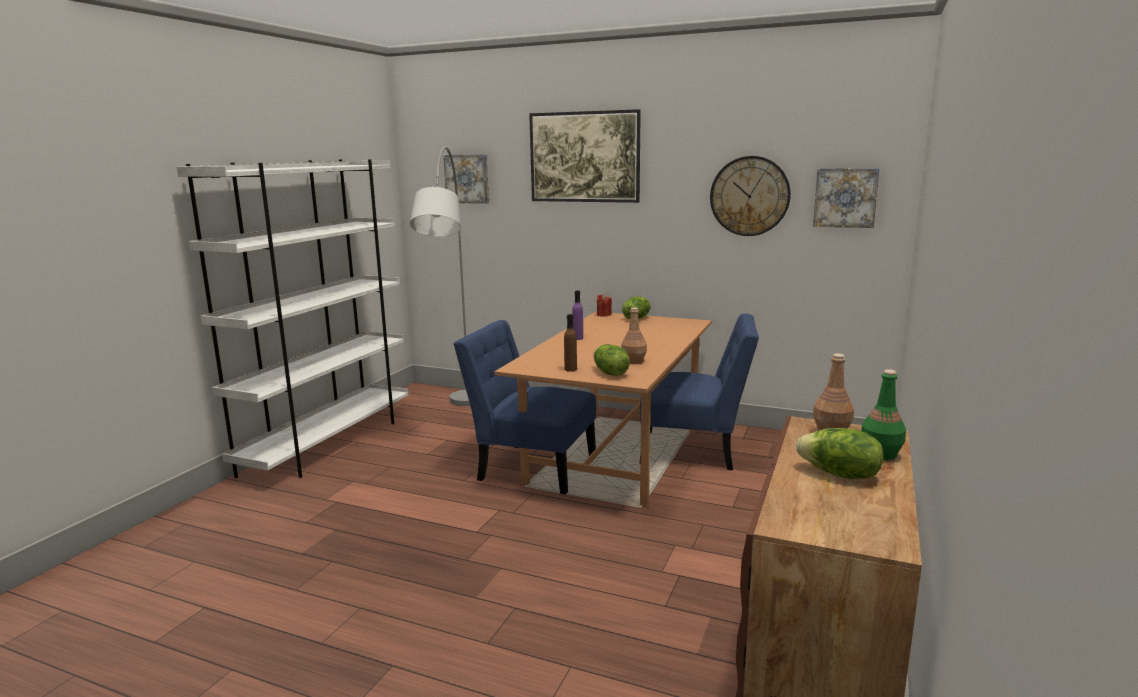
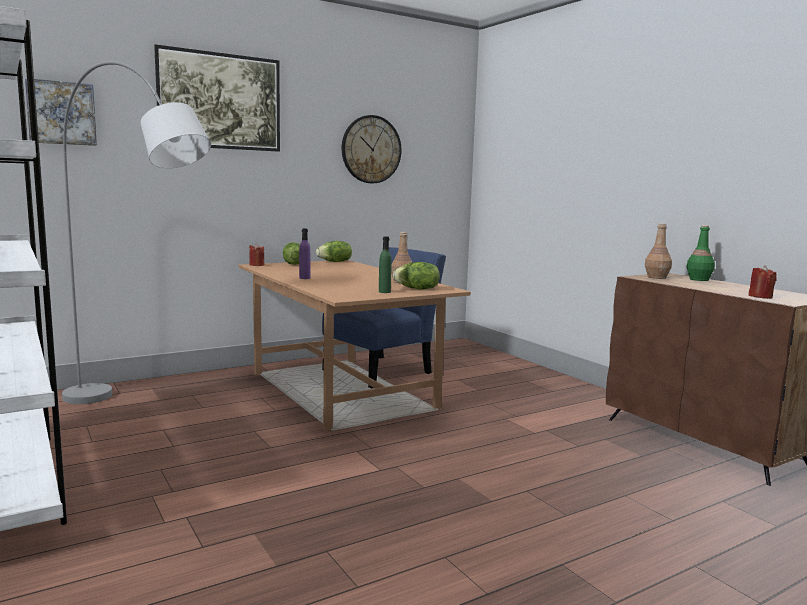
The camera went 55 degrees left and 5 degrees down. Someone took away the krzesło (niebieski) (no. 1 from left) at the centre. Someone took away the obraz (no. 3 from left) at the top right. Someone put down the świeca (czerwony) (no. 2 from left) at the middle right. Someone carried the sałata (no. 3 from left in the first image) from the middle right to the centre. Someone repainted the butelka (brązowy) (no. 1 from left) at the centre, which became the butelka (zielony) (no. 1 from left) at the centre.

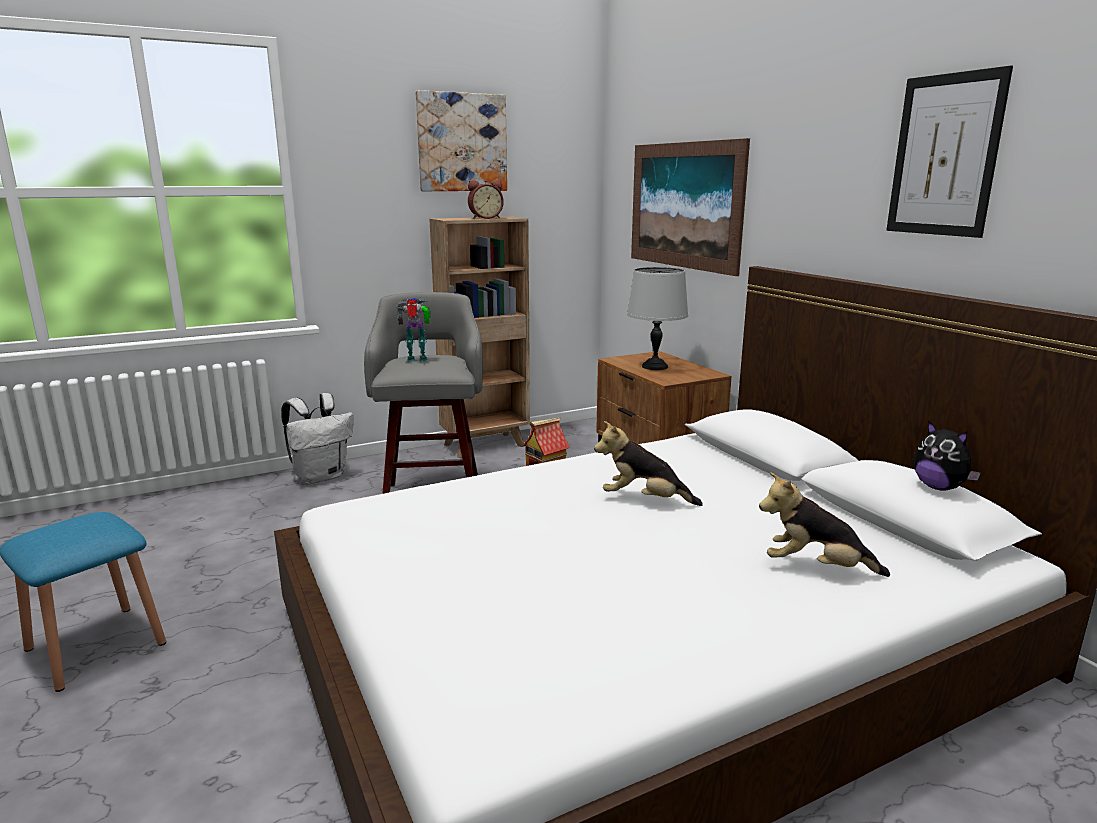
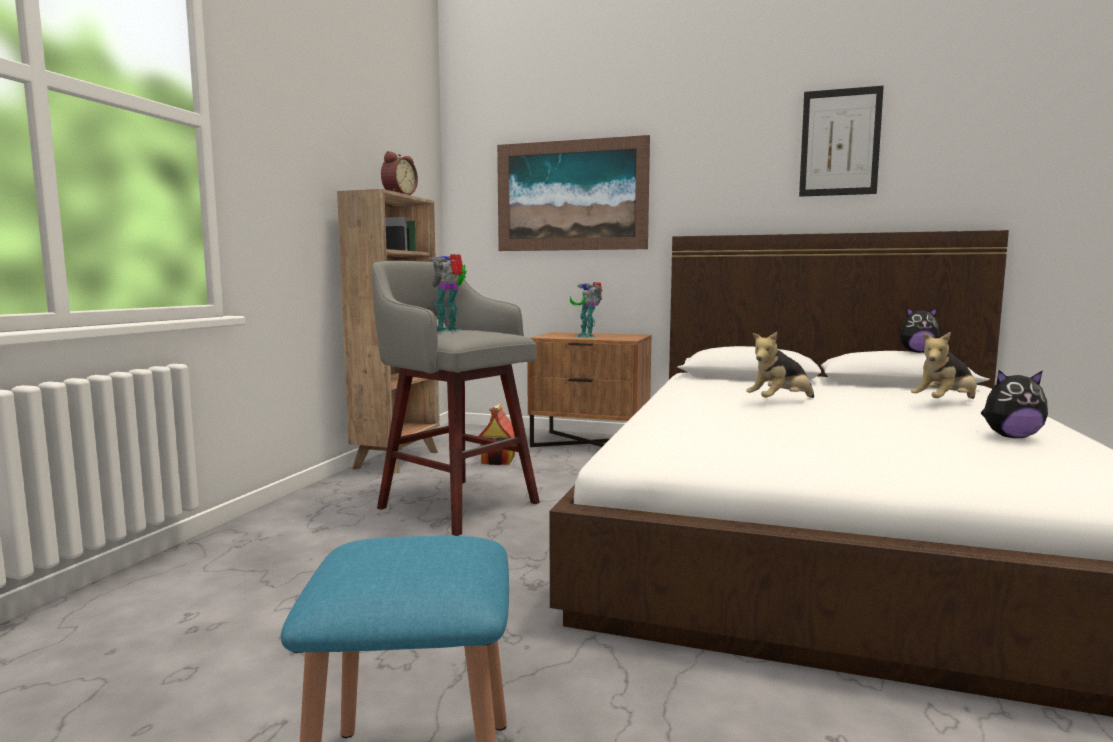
The camera went 45 degrees left and 10 degrees down. Someone took away the plecak (biały) at the middle left. Someone took away the obraz (no. 1 from left) at the top centre. Someone put down the pluszak (no. 4 from left) at the middle right. Someone swapped the lampa stołowa (szary) at the centre for the robot zabawkowy (no. 2 from left) at the centre.

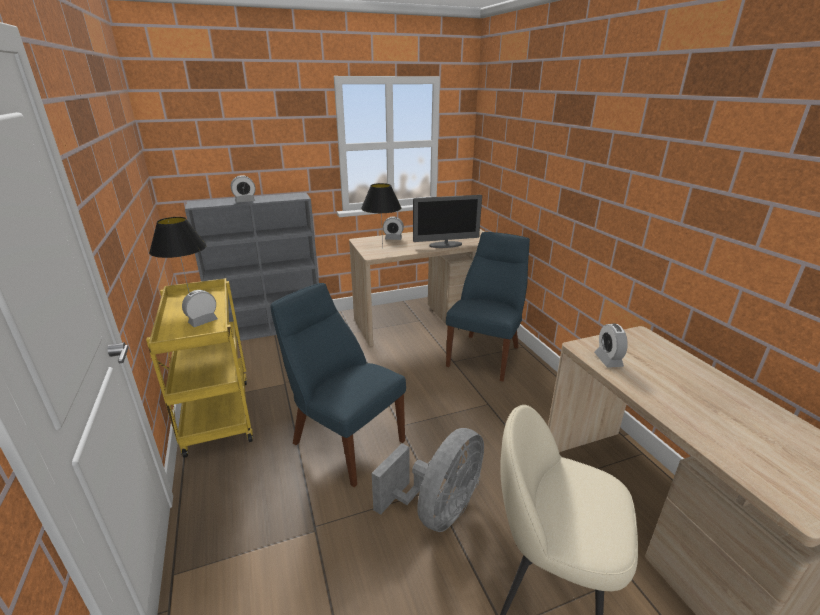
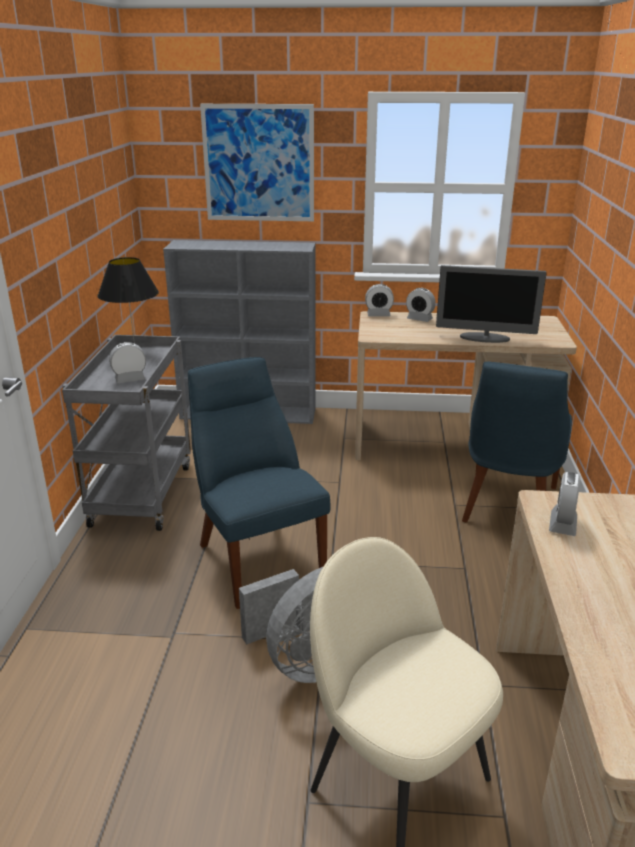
The camera went 25 degrees right and 0 degrees up. Someone took away the lampa stołowa (czarny) (no. 2 from left) at the centre. Someone put up the obraz at the top centre. Someone carried the budzik (no. 2 from left) from the top left to the centre. Someone repainted the wózek (żółty) at the middle left, which became the wózek (szary) at the middle left. Someone rotated the krzesło (niebieski) (no. 2 from left) at the centre by 150 degrees clockwise.

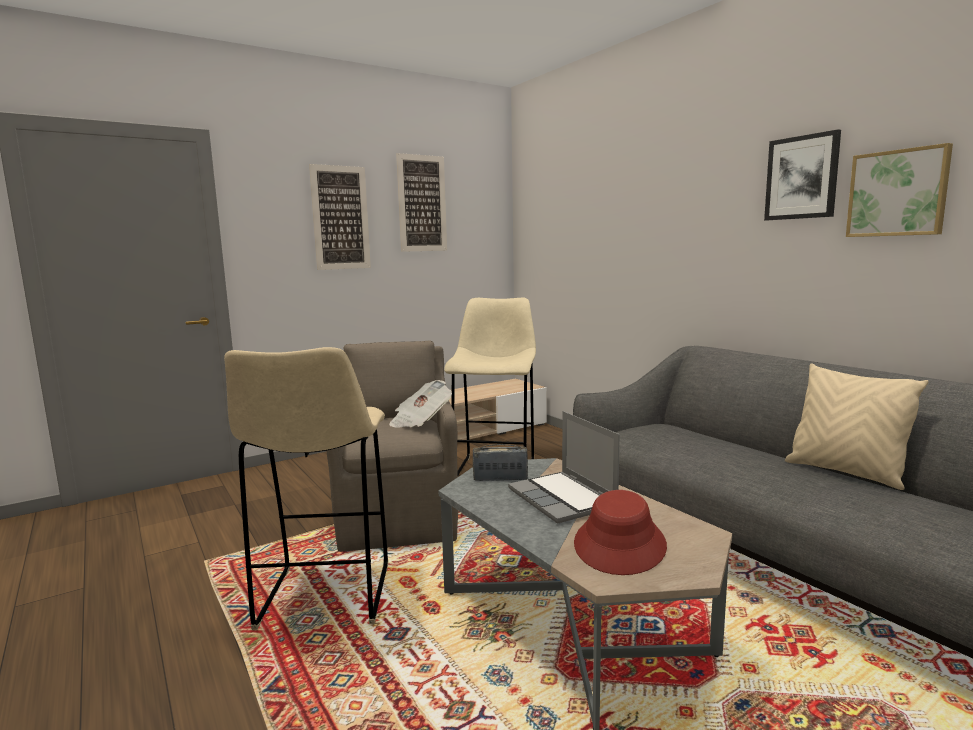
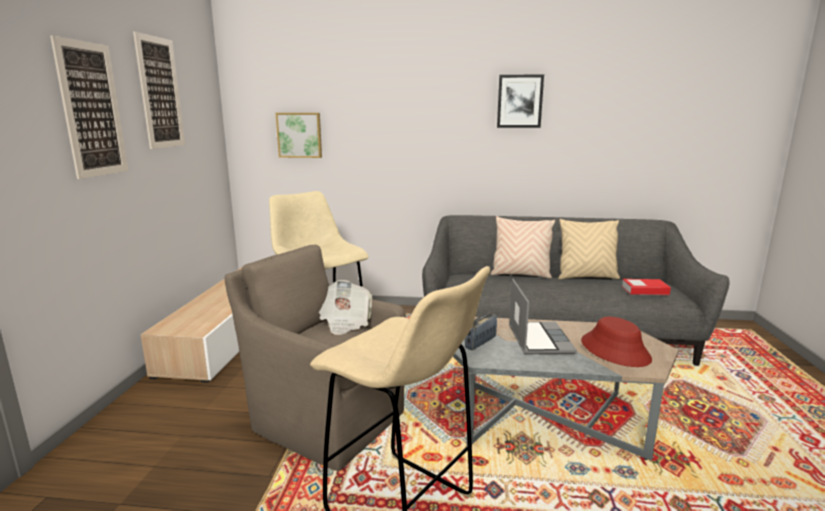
The camera went 50 degrees left and 5 degrees up. Someone put down the poduszka (beżowy) (no. 1 from left) at the centre. Someone put down the książka at the middle right. Someone carried the obraz (no. 4 from left in the first image) from the top right to the top centre. Someone rotated the laptop at the centre by 105 degrees counterclockwise.

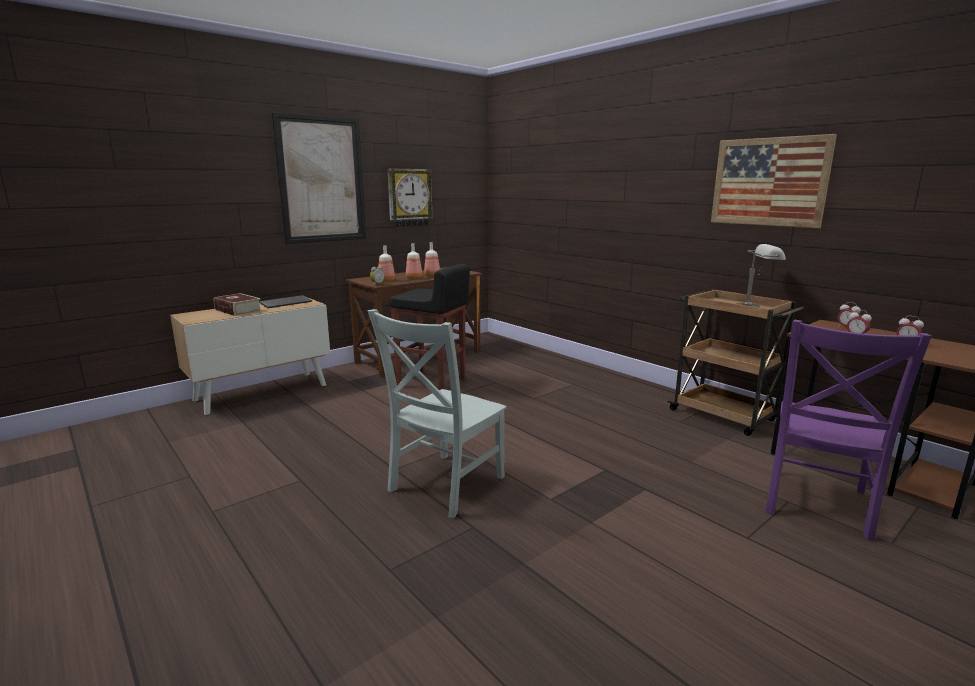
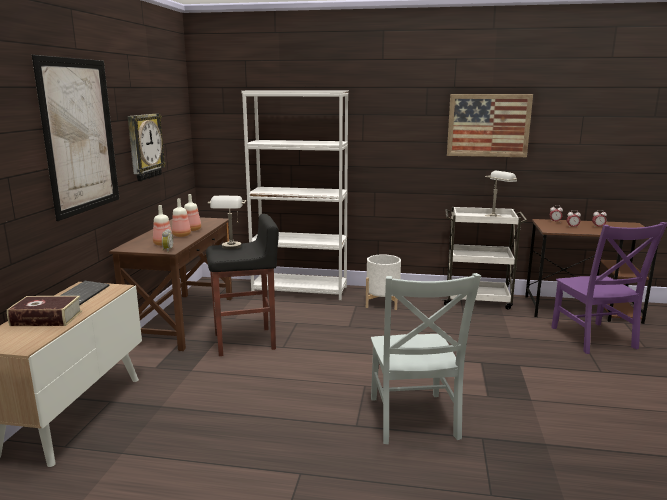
The camera went 40 degrees left and 0 degrees up. Someone put down the lampa stołowa (szary) (no. 1 from left) at the centre. Someone put down the regał (biały) at the centre. Someone put down the donica (biały) at the centre. Someone repainted the wózek (brązowy) at the middle right, which became the wózek (biały) at the middle right.

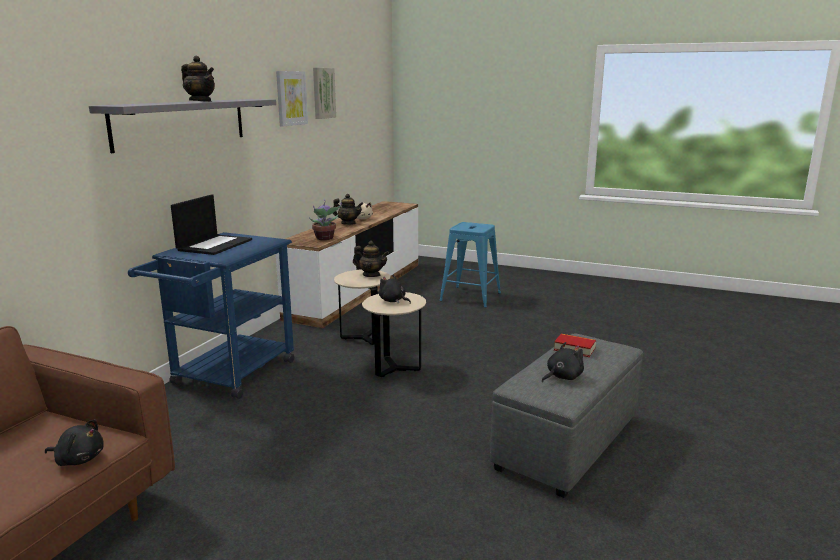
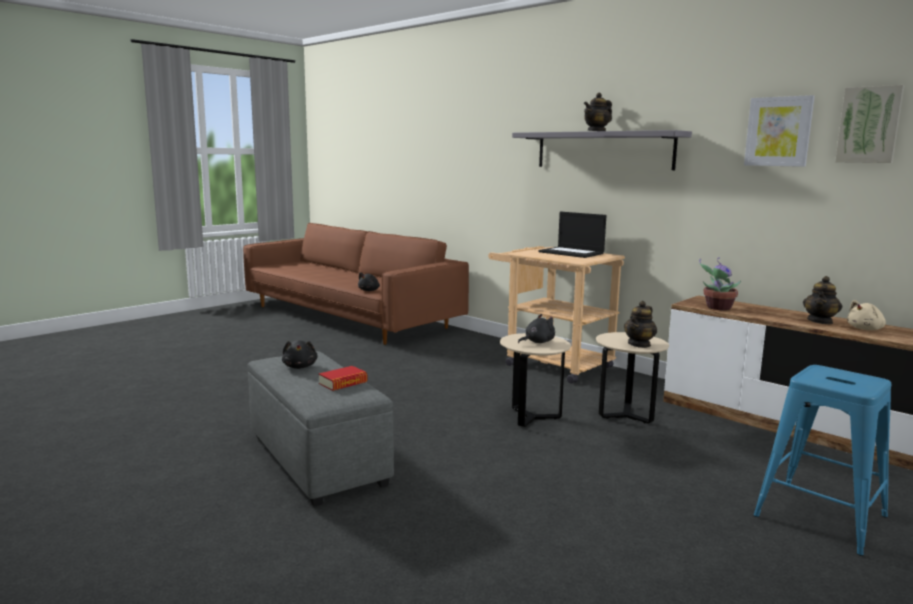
The camera went 110 degrees right and 5 degrees down. Someone repainted the wózek (niebieski) at the middle left, which became the wózek (beżowy) at the centre.

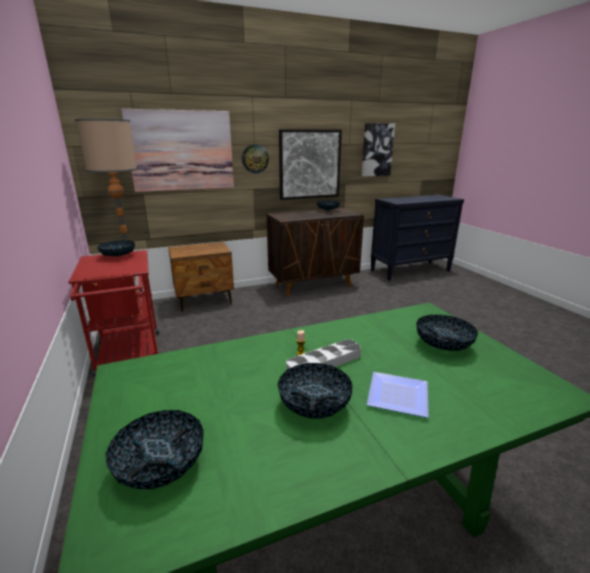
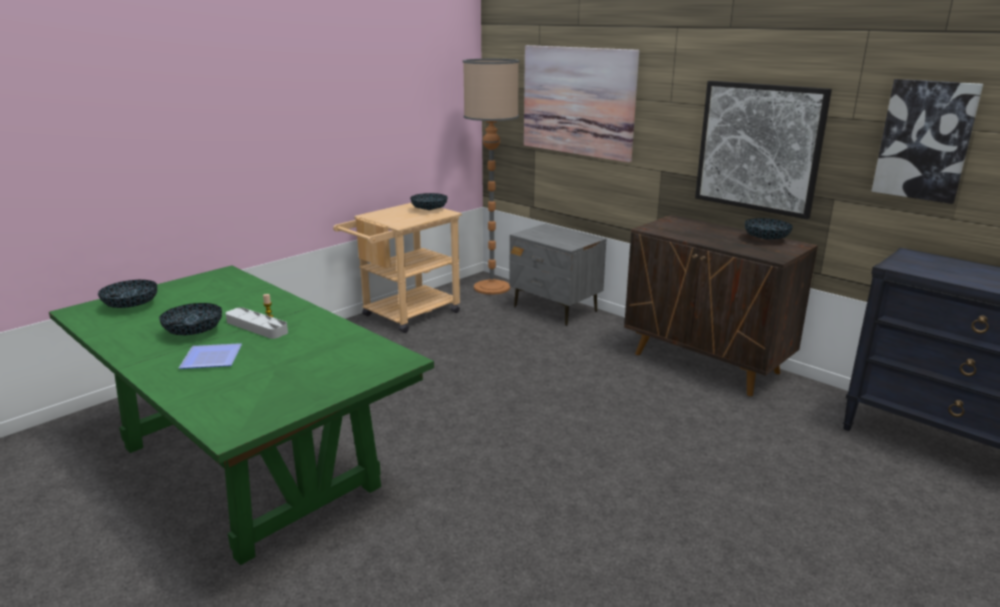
The camera went 65 degrees right and 0 degrees up. Someone took away the zegar ścienny at the top centre. Someone took away the miska (no. 5 from left) at the middle right. Someone repainted the wózek (czerwony) at the middle left, which became the wózek (beżowy) at the centre. Someone repainted the szafka nocna (brązowy) at the centre, which became the szafka nocna (szary) at the centre.

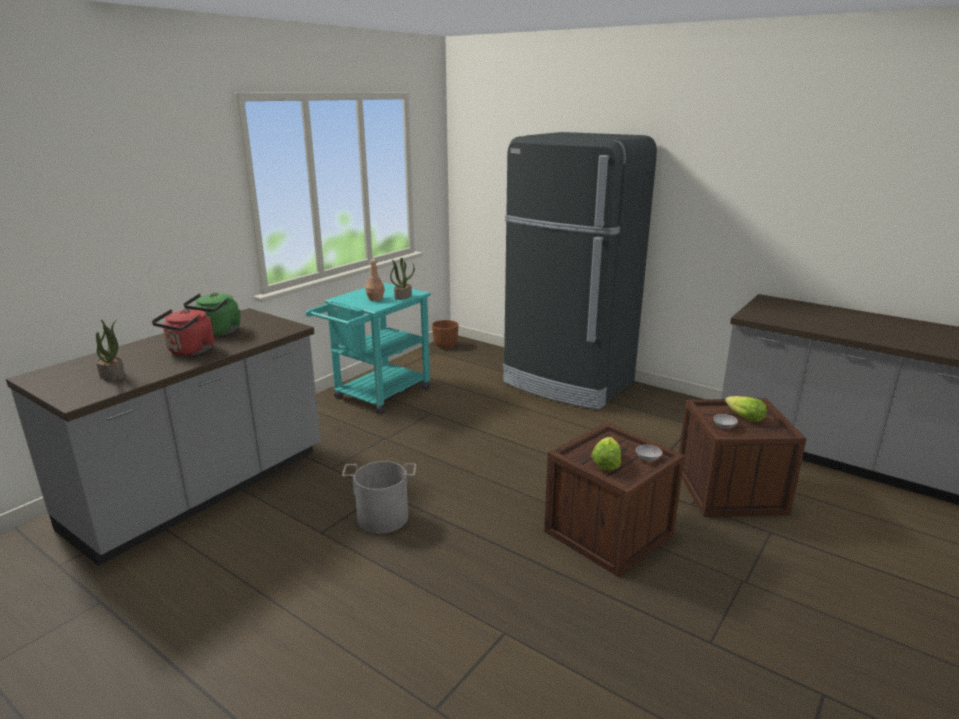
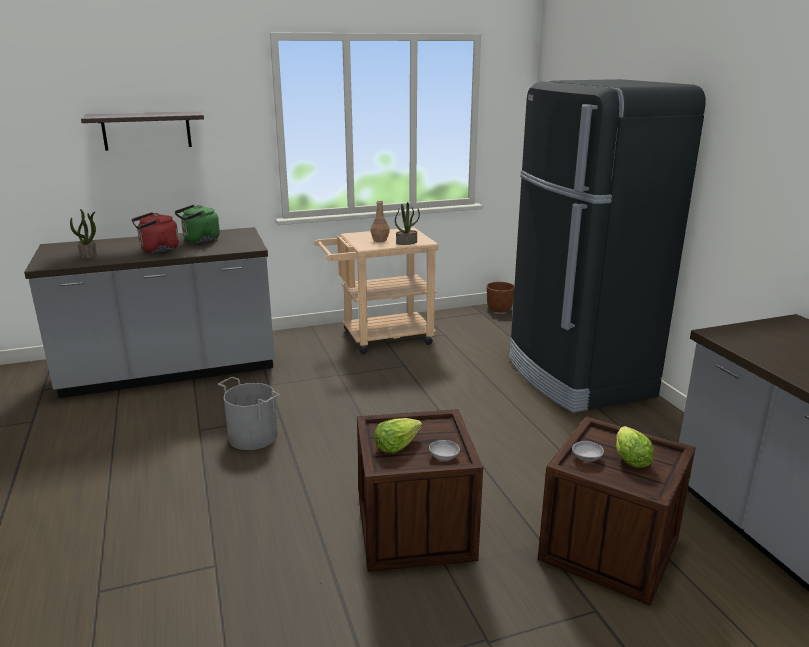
The camera went 35 degrees right and 0 degrees up. Someone put up the półka at the top left. Someone repainted the wózek (turkusowy) at the centre, which became the wózek (beżowy) at the centre.

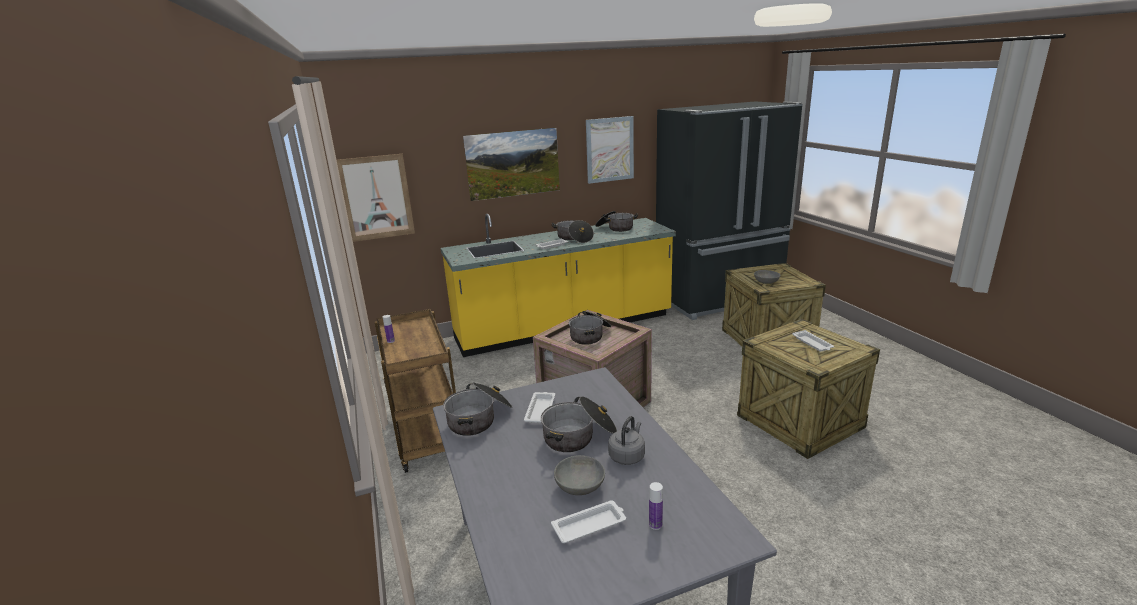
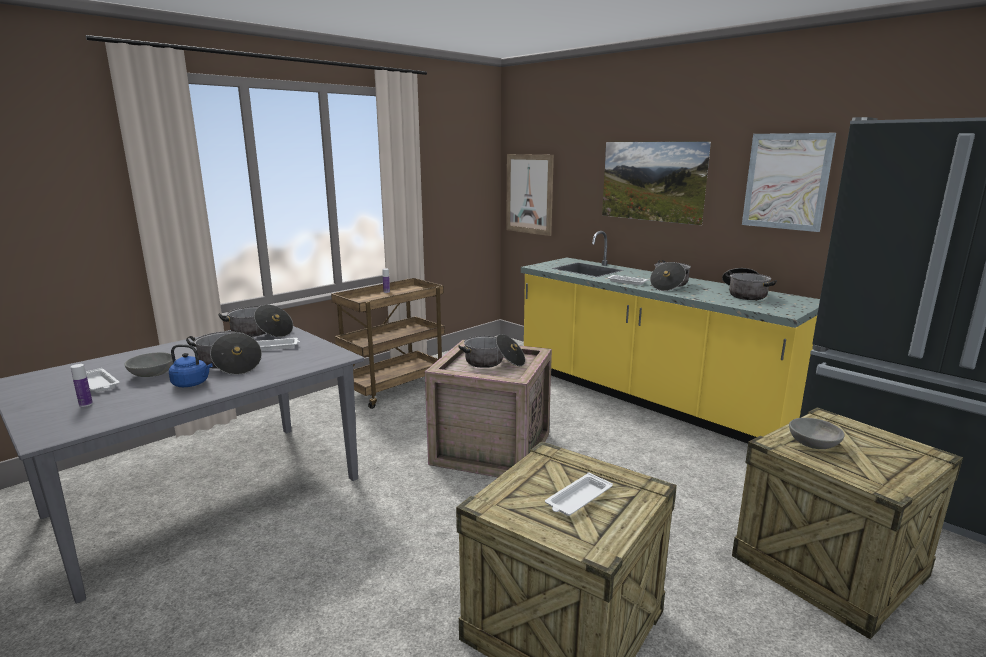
The camera went 65 degrees right and 5 degrees down. Someone repainted the czajnik (szary) at the bottom centre, which became the czajnik (niebieski) at the middle left.

